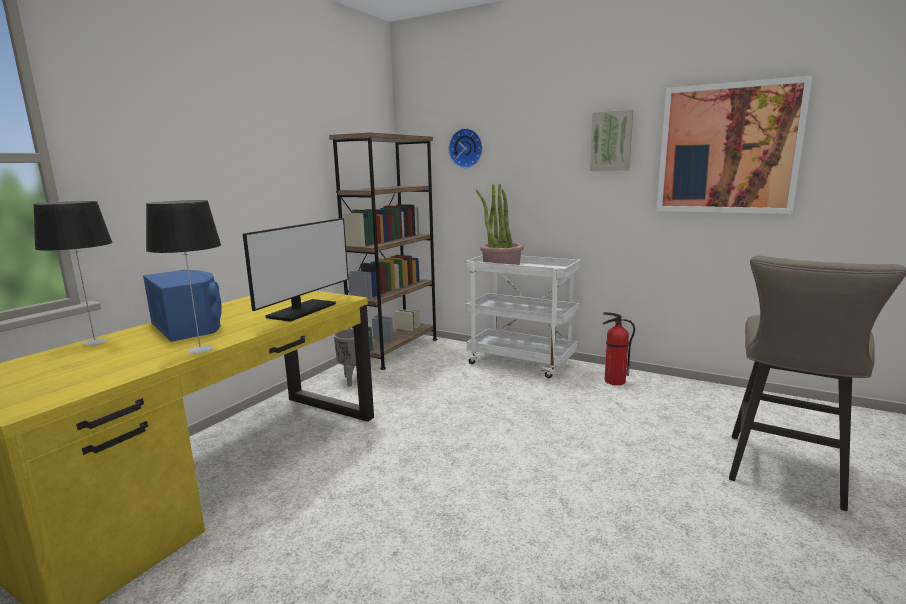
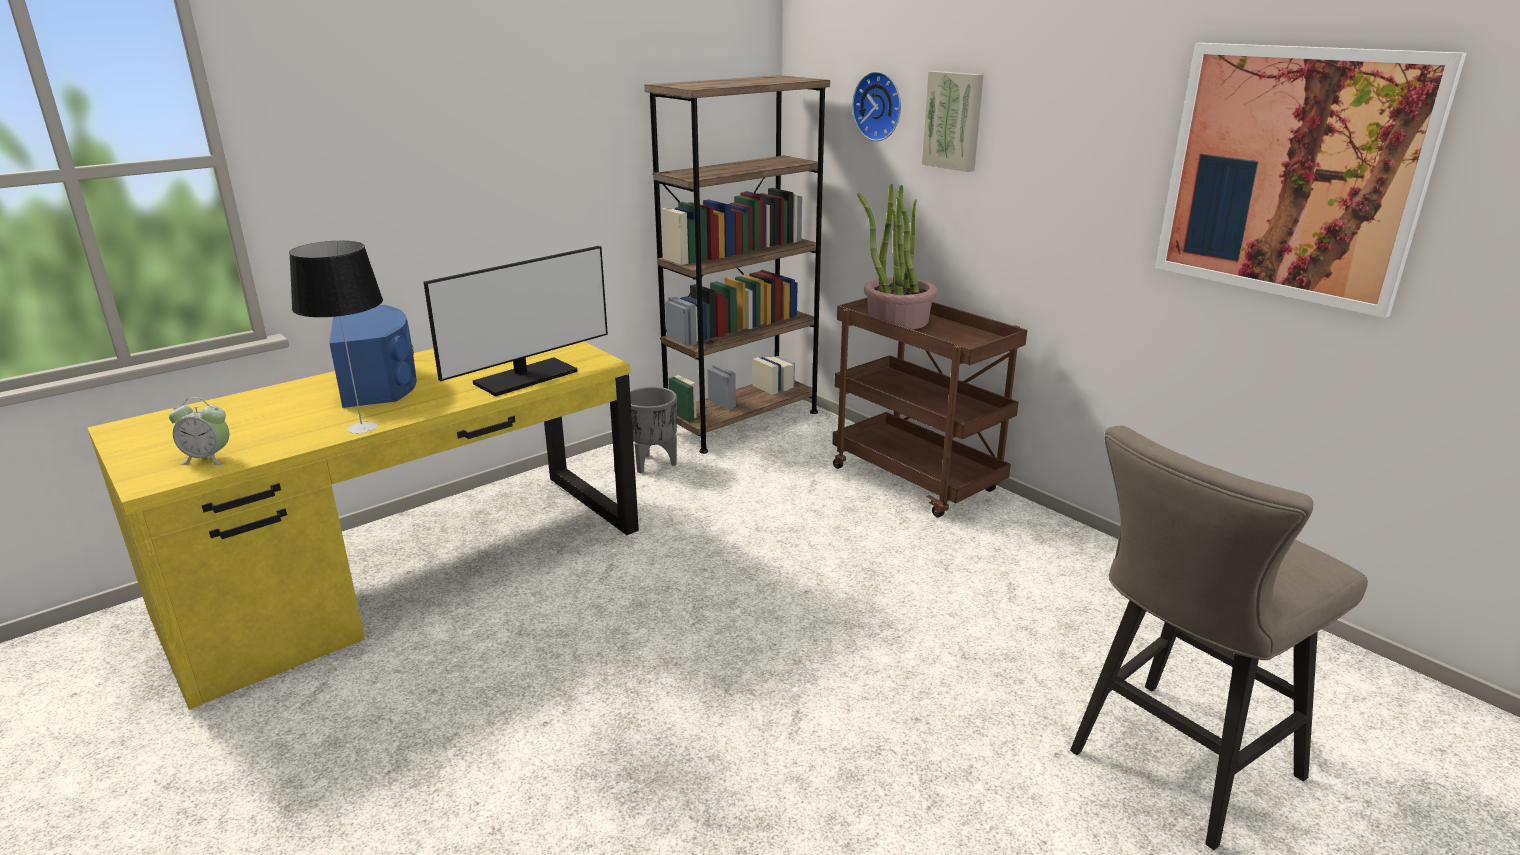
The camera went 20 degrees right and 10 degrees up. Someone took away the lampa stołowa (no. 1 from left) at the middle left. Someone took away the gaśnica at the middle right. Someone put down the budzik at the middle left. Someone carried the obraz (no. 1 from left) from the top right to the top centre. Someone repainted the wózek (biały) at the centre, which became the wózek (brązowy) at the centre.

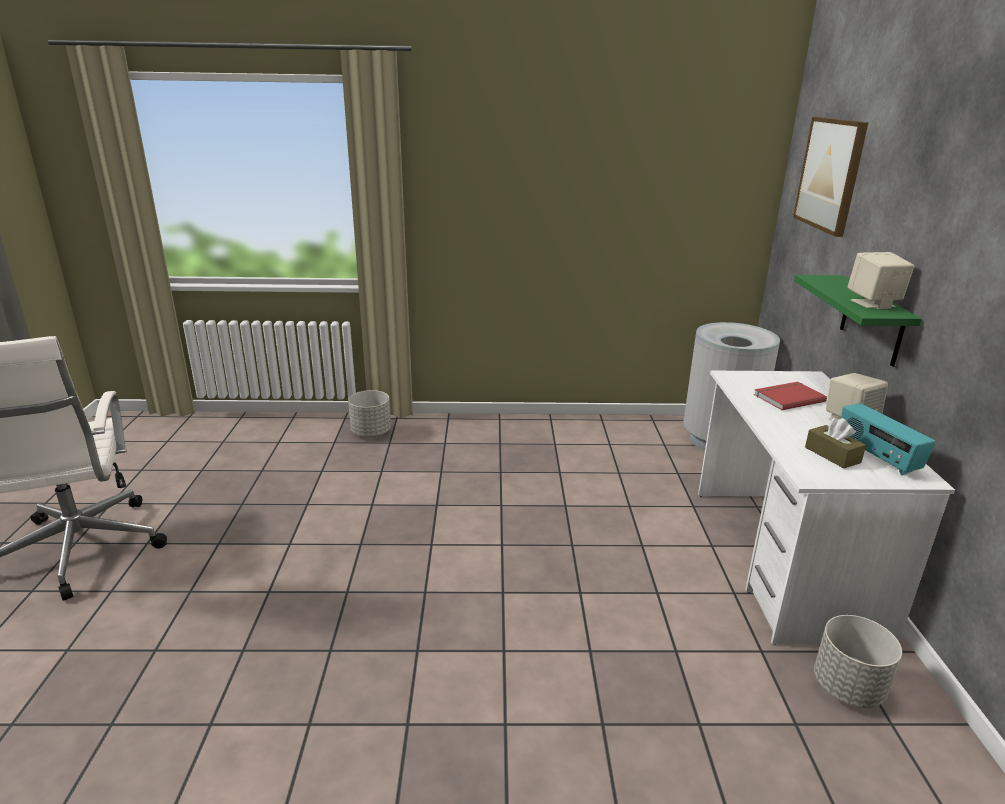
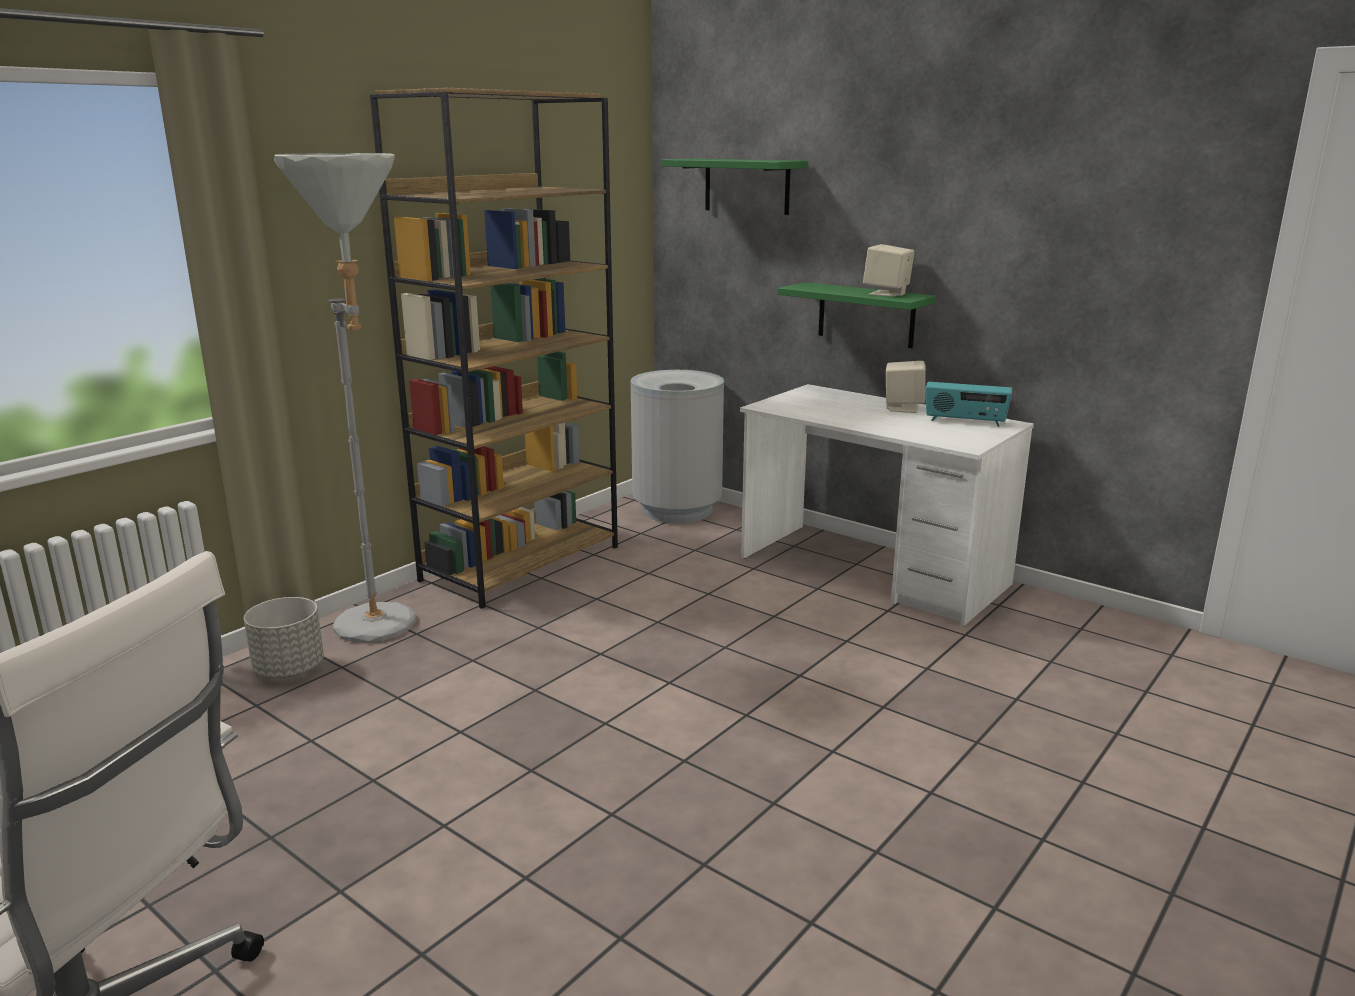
The camera went 50 degrees left and 5 degrees down. Someone took away the książka (czerwony) at the middle right. Someone took away the pudełko chusteczek (brązowy) at the middle right. Someone took away the donica (szary) (no. 2 from left) at the bottom right. Someone put down the lampa stojąca (szary) at the middle left. Someone put down the regał (brązowy) at the centre. Someone swapped the obraz at the top right for the półka (zielony) (no. 1 from left) at the top centre.

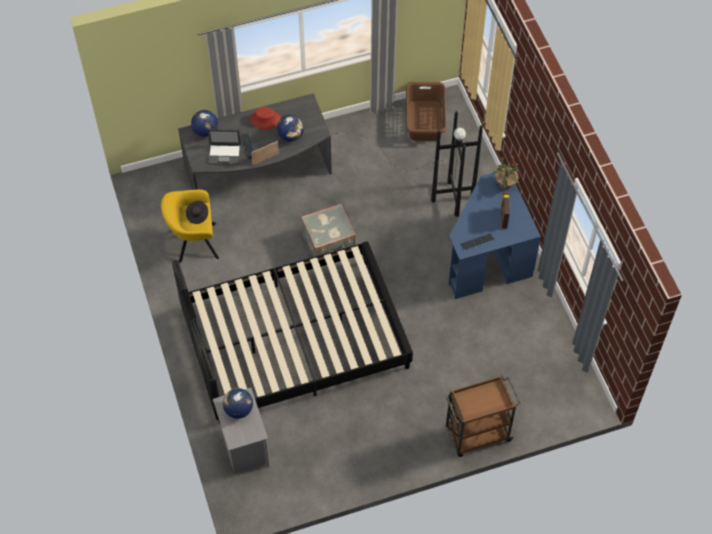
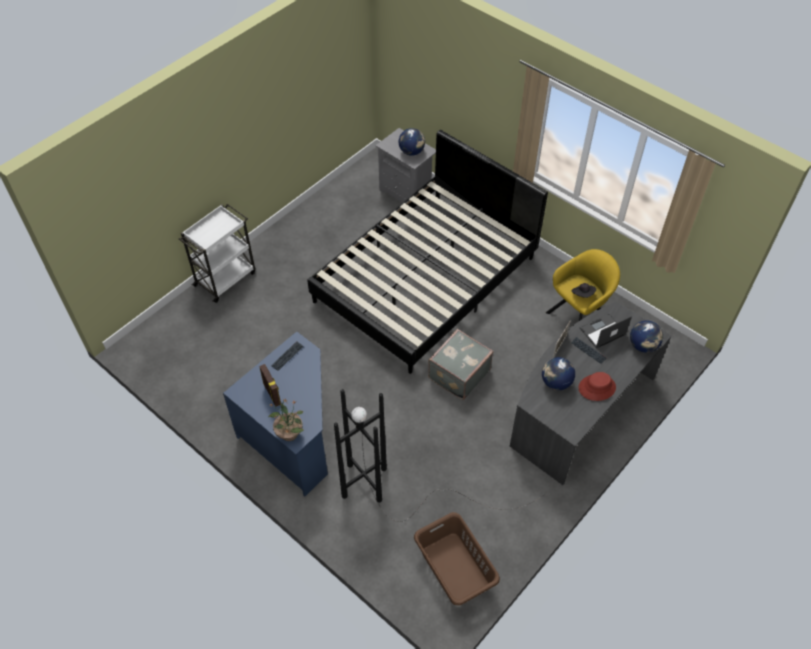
The camera went 150 degrees right and 5 degrees down. Someone repainted the wózek (brązowy) at the bottom right, which became the wózek (biały) at the middle left.

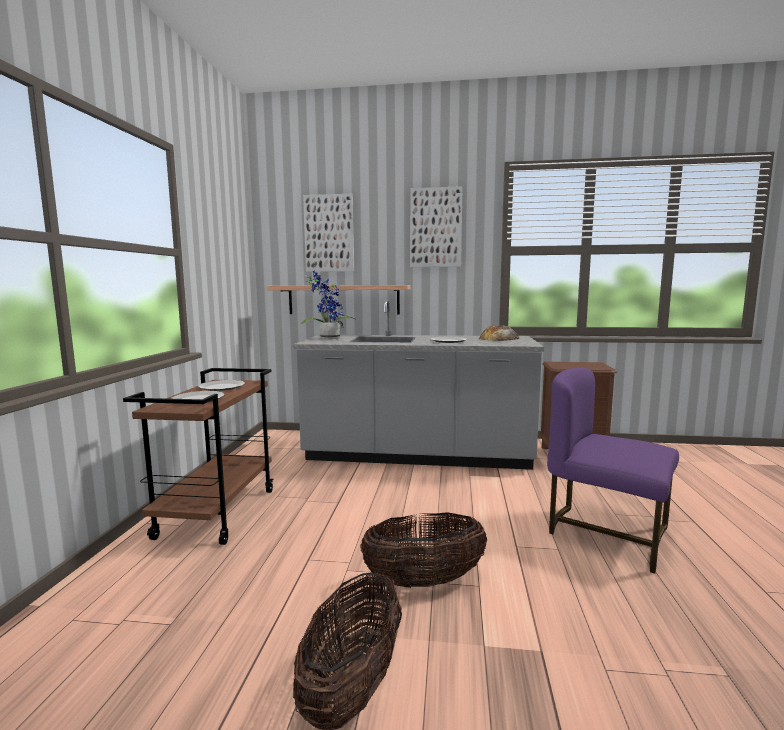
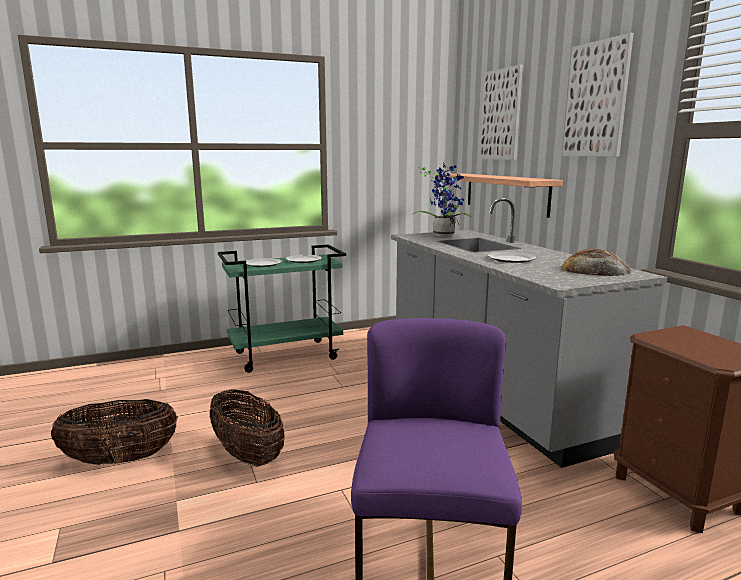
The camera went 60 degrees right and 5 degrees up. Someone repainted the wózek (brązowy) at the middle left, which became the wózek (zielony) at the centre.

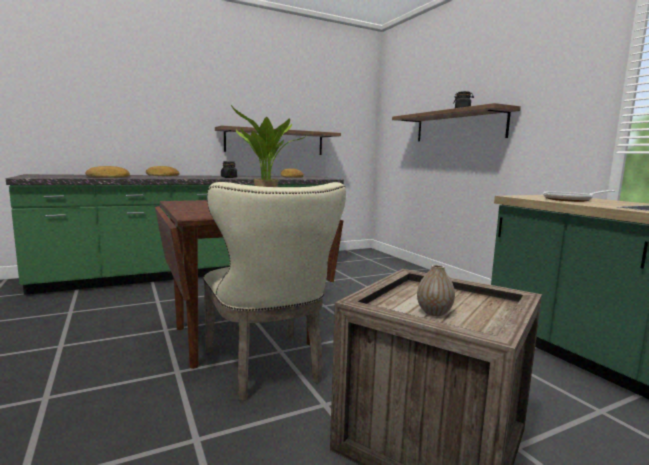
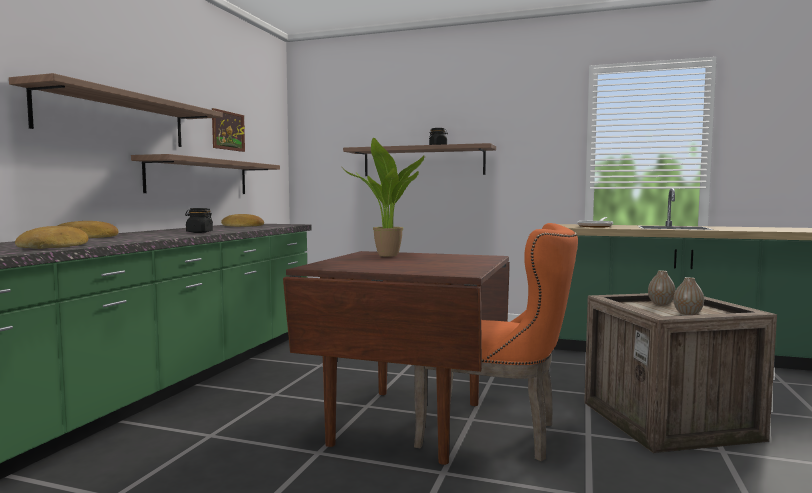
The camera went 45 degrees left and 5 degrees down. Someone put up the półka (no. 1 from left) at the top left. Someone put up the obraz at the top left. Someone put down the wazon (no. 1 from left) at the middle right. Someone repainted the krzesło (beżowy) at the centre, which became the krzesło (pomarańczowy) at the bottom centre.

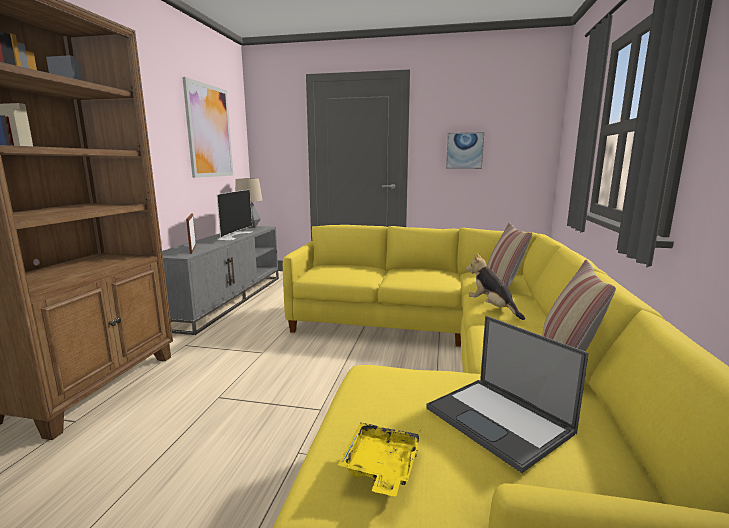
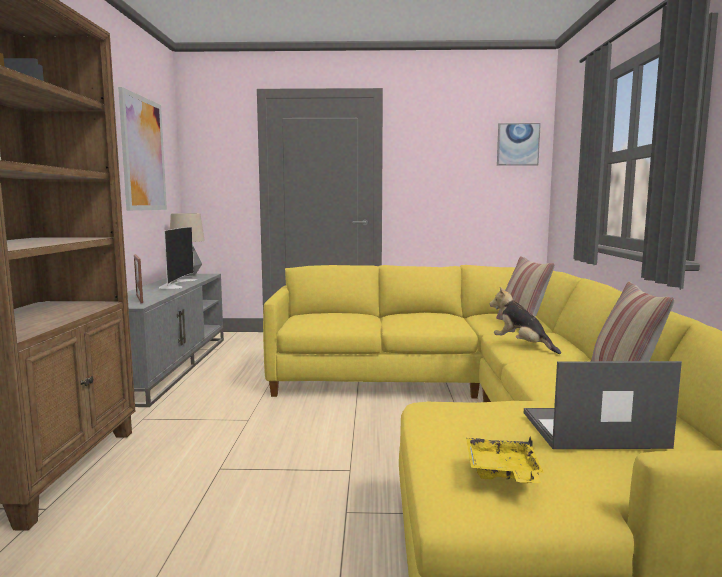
The camera went 10 degrees left and 5 degrees down. Someone carried the obraz (no. 2 from left) from the top centre to the top right. Someone rotated the laptop at the bottom right by 135 degrees clockwise.

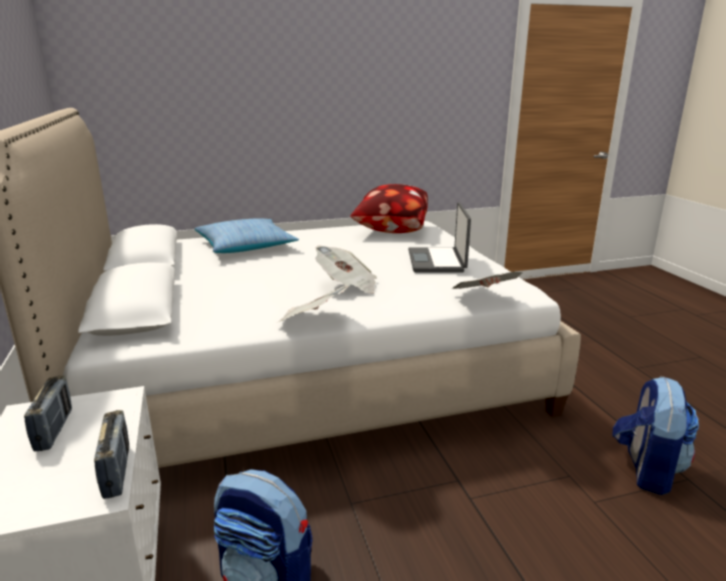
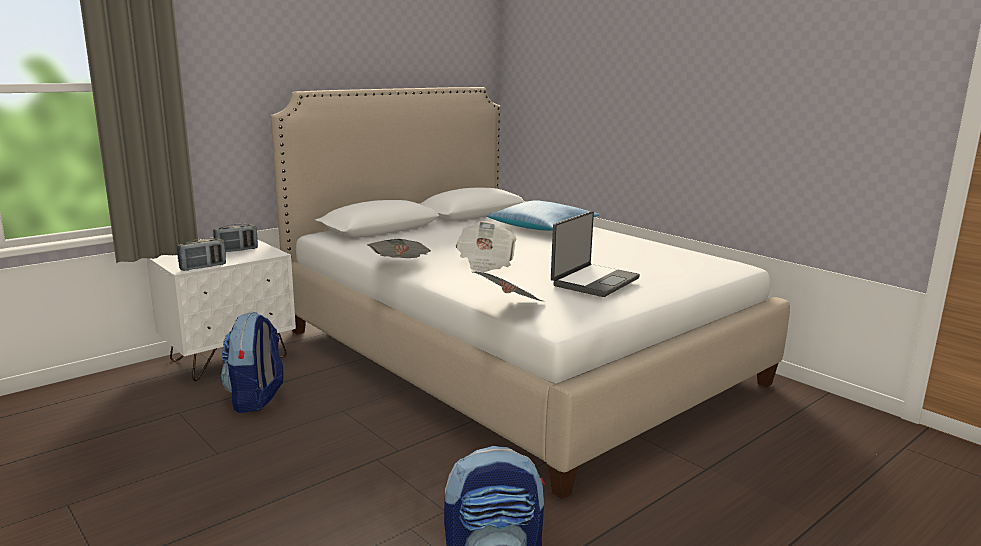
The camera went 65 degrees right and 5 degrees down. Someone took away the poduszka (no. 2 from left) at the centre. Someone rotated the laptop at the centre by 150 degrees clockwise.

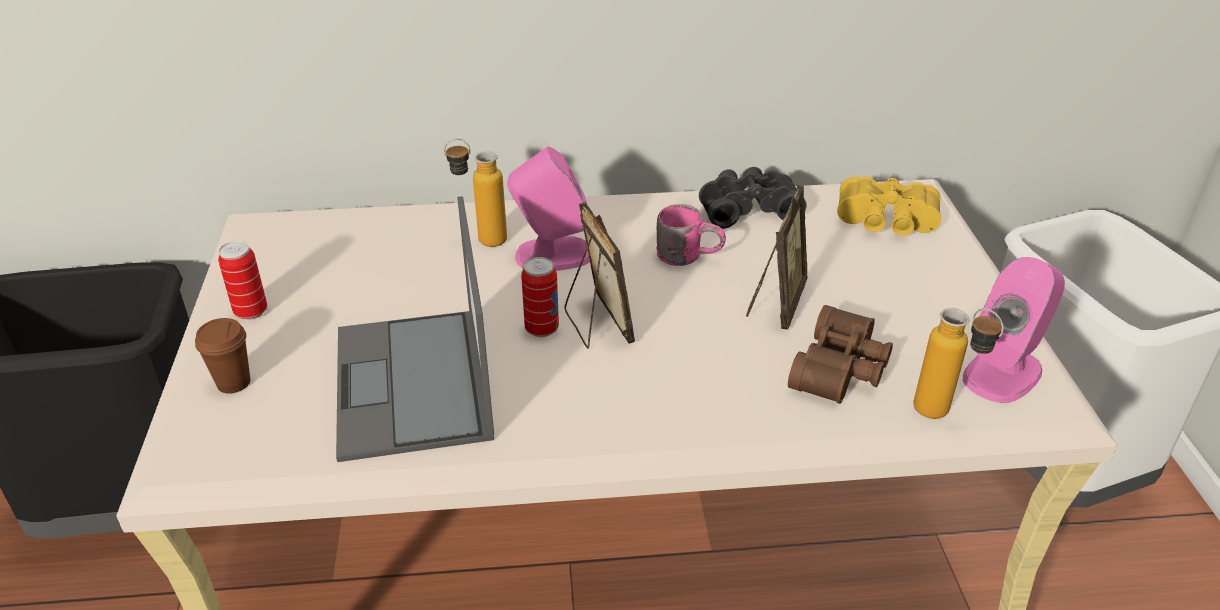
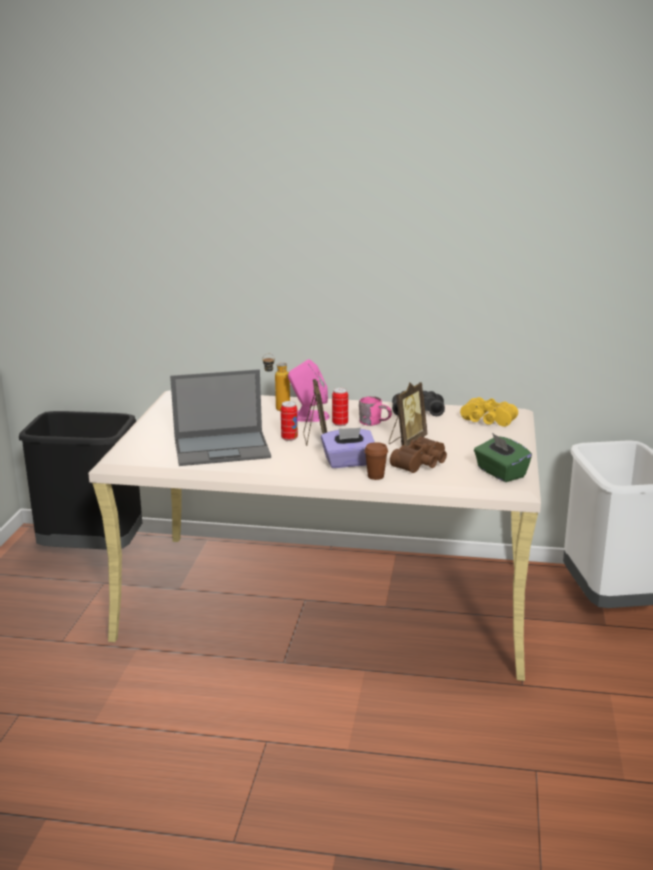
The camera went 15 degrees right and 15 degrees down. Someone took away the butelka (no. 2 from left) at the middle right. Someone put down the pudełko chusteczek (fioletowy) at the centre. Someone carried the filiżanka (brązowy) from the middle left to the centre. Someone carried the puszka (no. 1 from left in the first image) from the middle left to the centre. Someone swapped the głośnik (różowy) (no. 2 from left) at the middle right for the pudełko chusteczek (zielony) at the middle right. Someone rotated the laptop at the centre by 105 degrees counterclockwise.

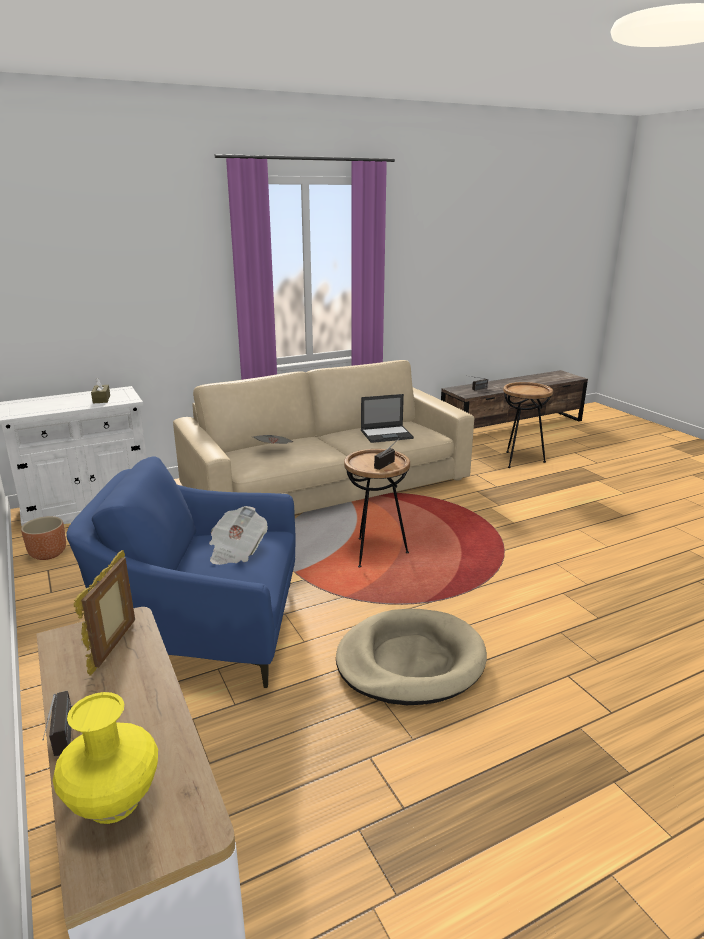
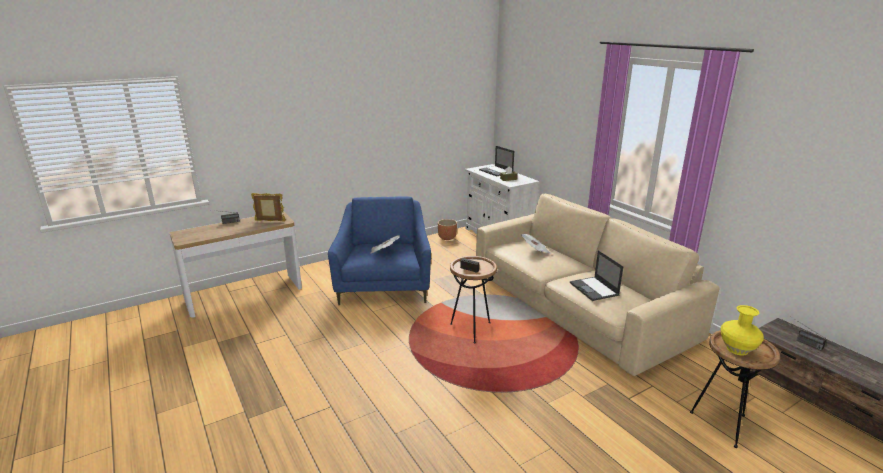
The camera went 85 degrees right and 0 degrees up. Someone took away the legowisko (beżowy) at the bottom centre. Someone put down the laptop (no. 1 from left) at the centre. Someone carried the wazon (żółty) from the bottom left to the bottom right.

